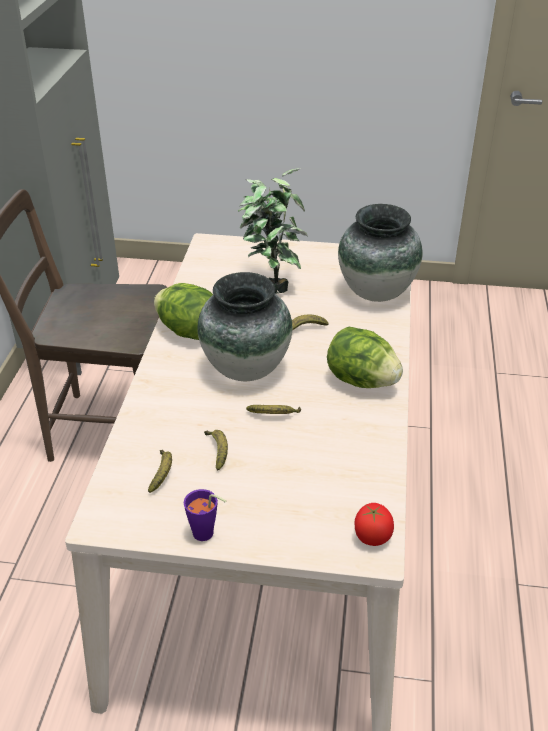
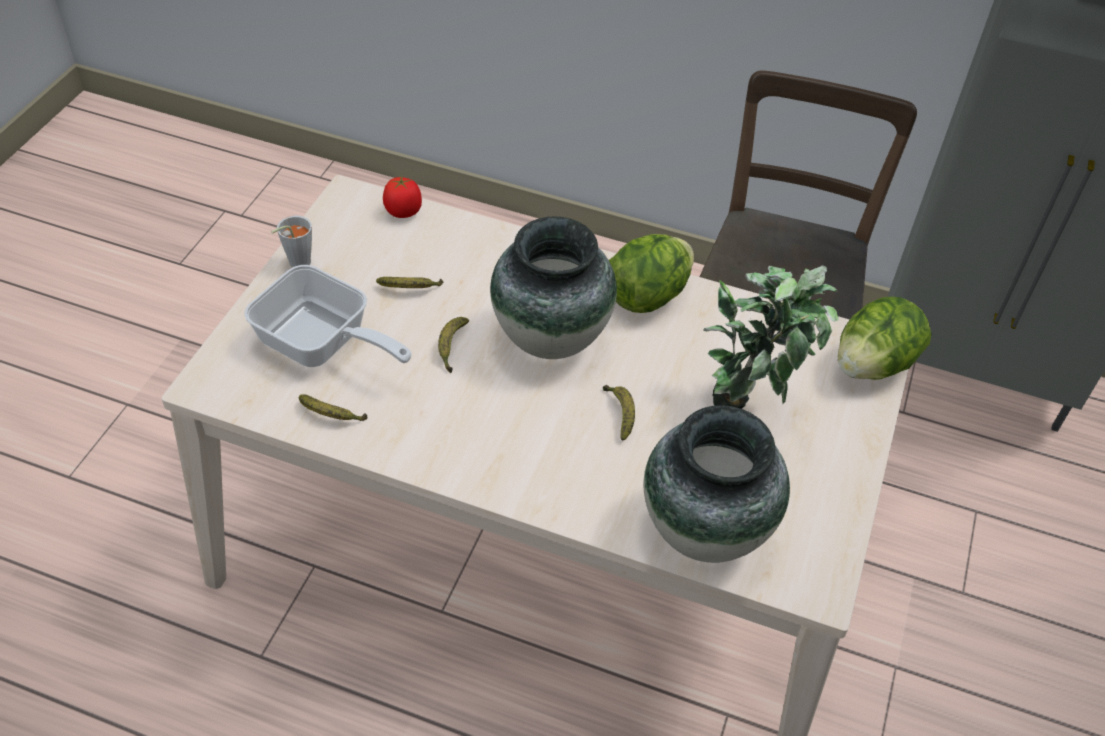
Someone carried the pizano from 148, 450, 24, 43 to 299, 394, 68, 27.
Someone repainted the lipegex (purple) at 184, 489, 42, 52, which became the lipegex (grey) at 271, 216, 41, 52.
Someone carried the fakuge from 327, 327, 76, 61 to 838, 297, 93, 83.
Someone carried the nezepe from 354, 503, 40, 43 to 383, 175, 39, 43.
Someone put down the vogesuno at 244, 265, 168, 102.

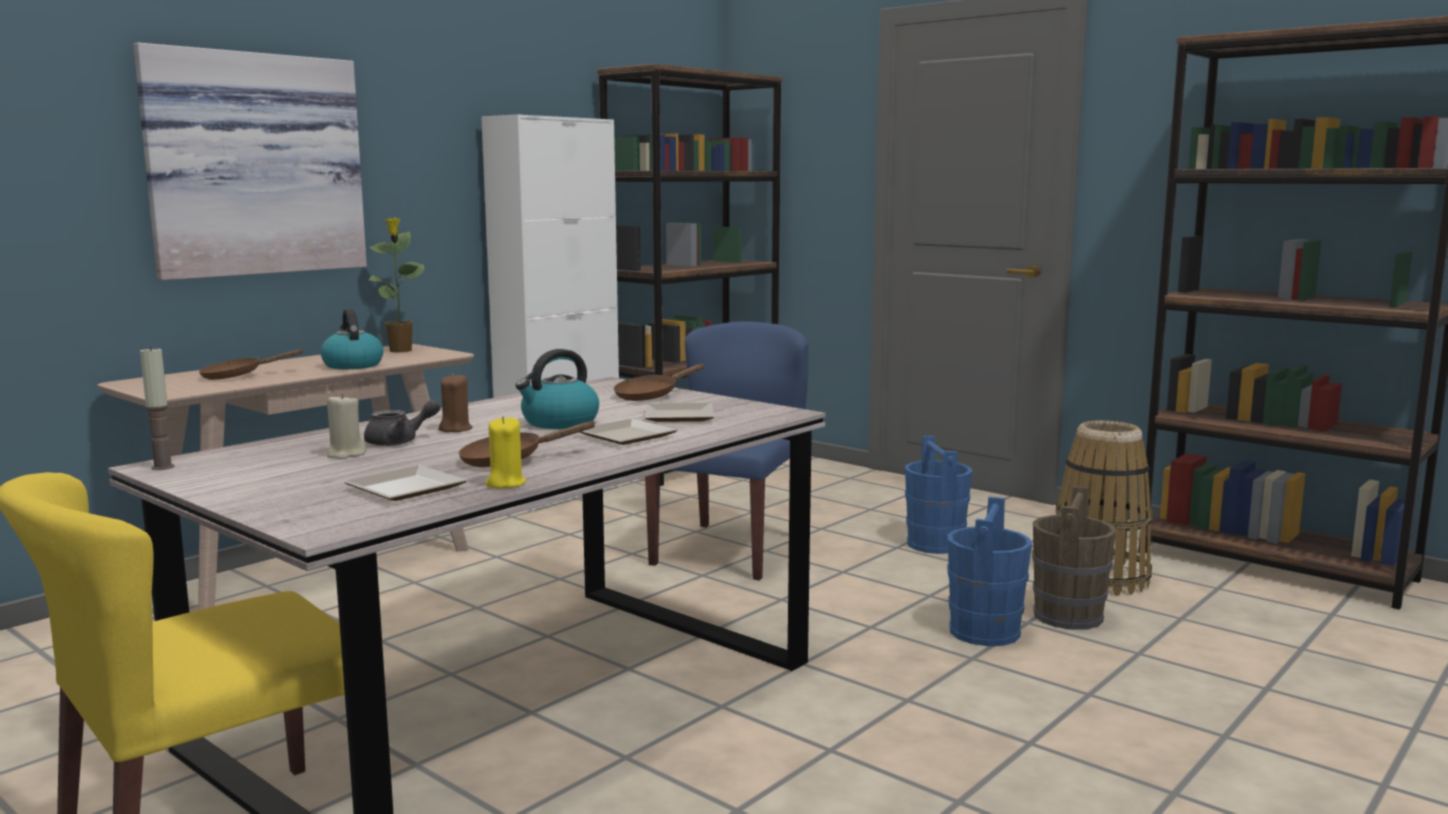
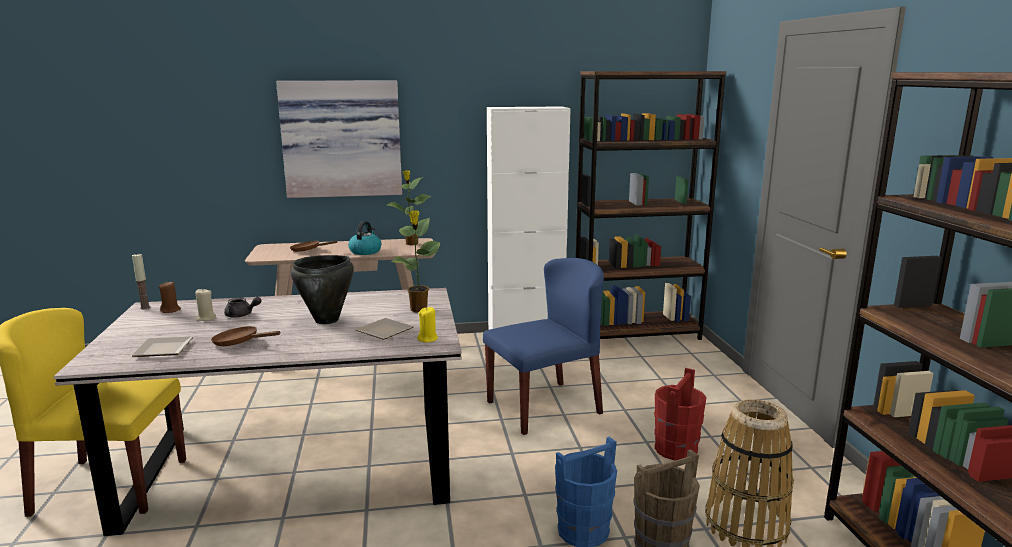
Someone carried the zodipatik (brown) from 438, 373, 35, 59 to 159, 281, 22, 32.
Someone carried the zodipatik (yellow) from 486, 416, 40, 73 to 417, 307, 21, 36.
Someone swapped the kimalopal at 515, 349, 84, 80 for the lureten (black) at 291, 255, 63, 69.
Someone took away the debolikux at 580, 419, 97, 26.
Someone swapped the vogesuno (brown) at 614, 364, 90, 37 for the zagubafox at 391, 210, 49, 102.
Someone repainted the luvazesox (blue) at 905, 436, 68, 118, which became the luvazesox (red) at 654, 368, 53, 92.

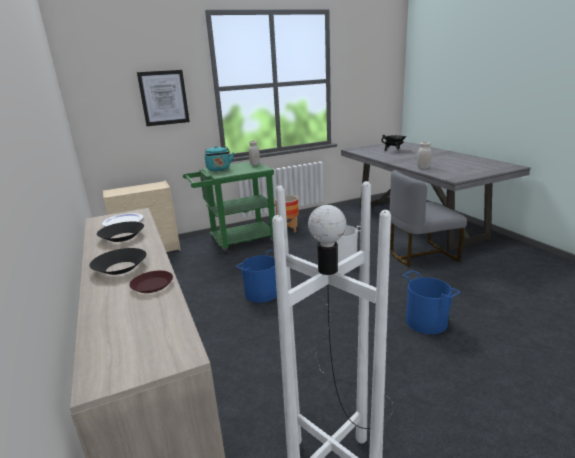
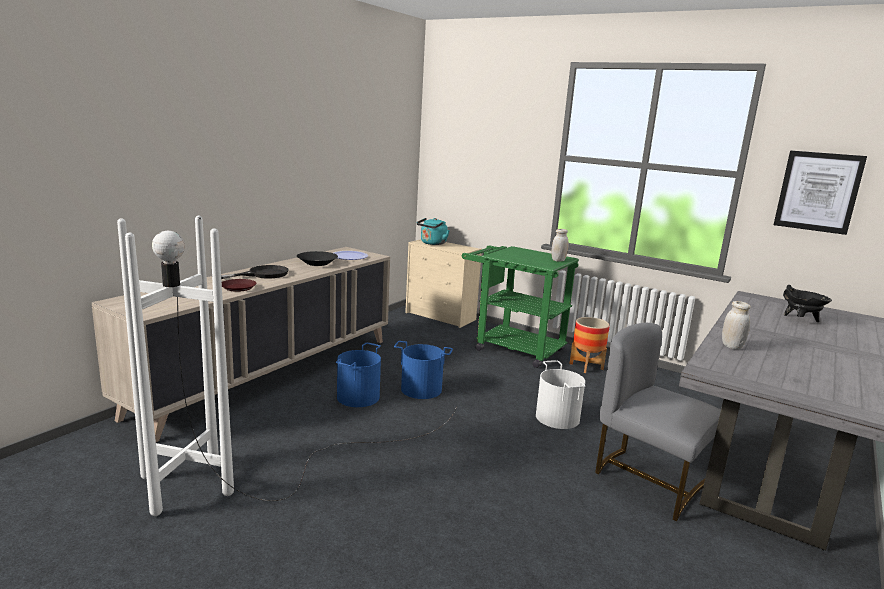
Someone swapped the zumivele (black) at 90, 248, 56, 27 for the vogesuno (black) at 221, 265, 68, 14.
Someone carried the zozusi from 137, 70, 53, 56 to 774, 150, 93, 85.
Someone carried the kimalopal (turquoise) from 205, 146, 29, 25 to 417, 218, 33, 27.
Someone carried the luvazesox (blue) from 402, 270, 58, 64 to 336, 343, 45, 64.

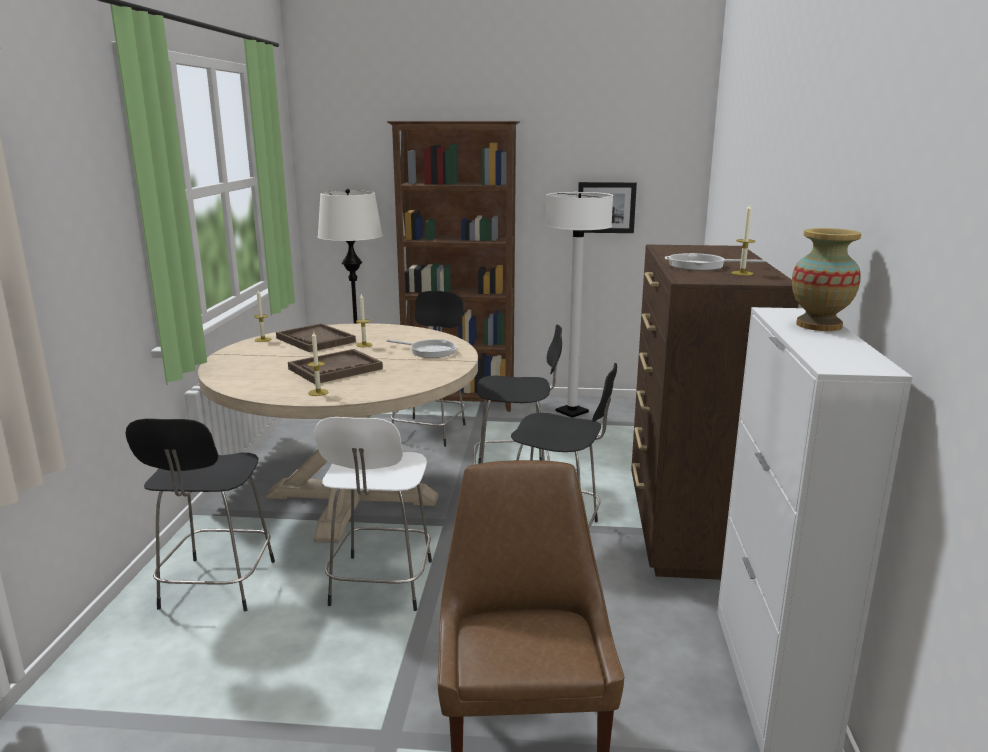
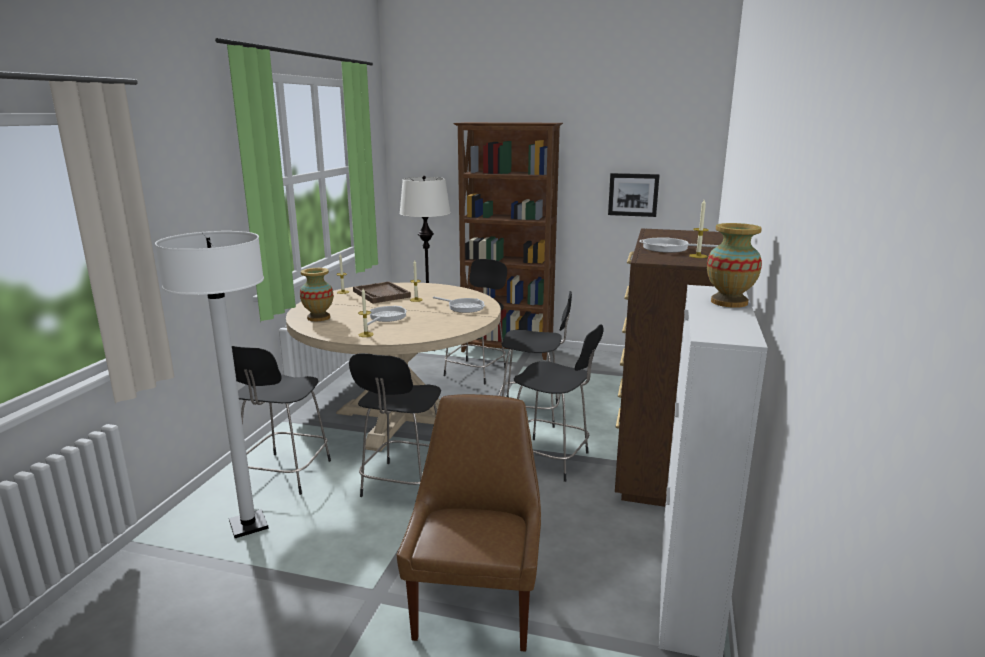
Someone swapped the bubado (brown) at 288, 349, 95, 35 for the vogesuno at 363, 306, 43, 20.
Someone repainted the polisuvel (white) at 315, 417, 117, 194, which became the polisuvel (black) at 349, 353, 92, 144.
Someone carried the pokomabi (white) from 546, 192, 67, 226 to 155, 231, 114, 307.
Someone put down the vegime at 300, 268, 33, 53.

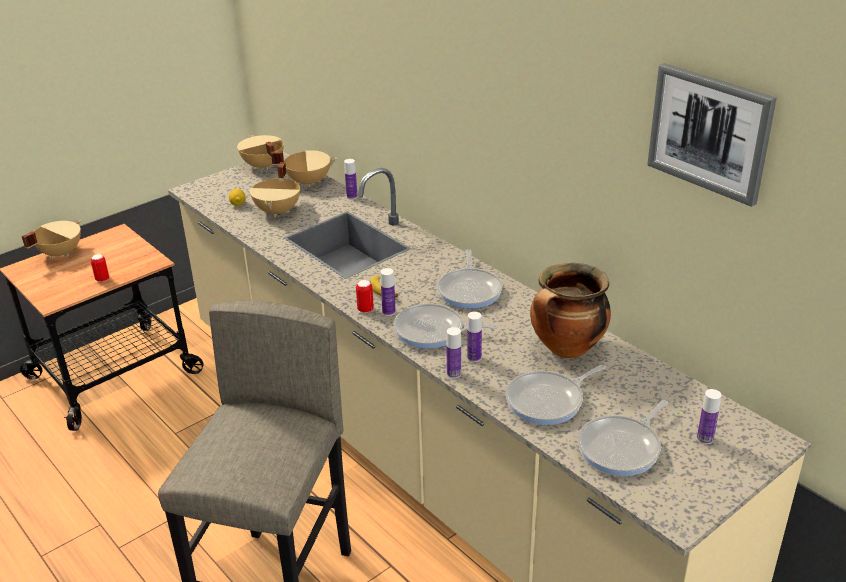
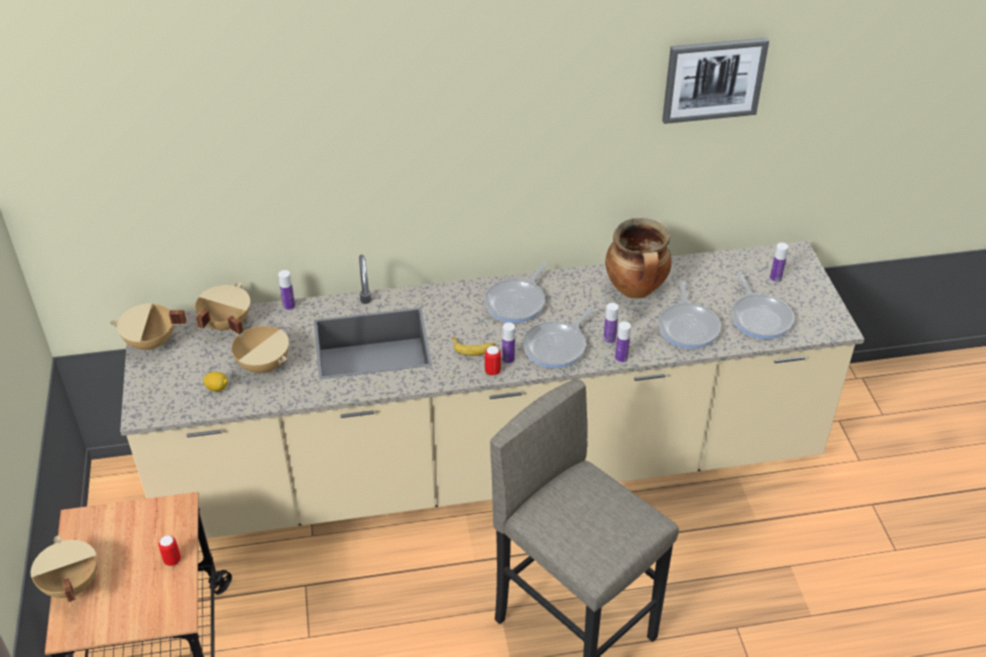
Someone rotated the vogesuno at 437, 249, 65, 60 by 90 degrees clockwise.

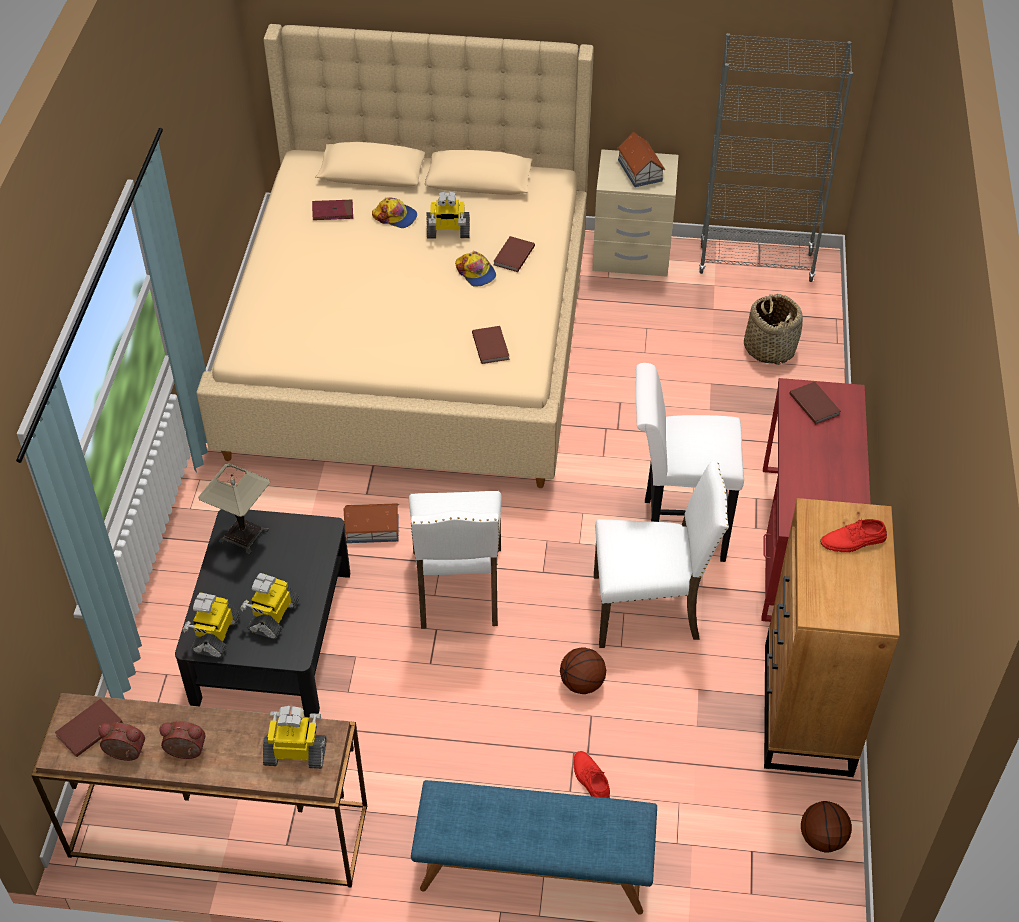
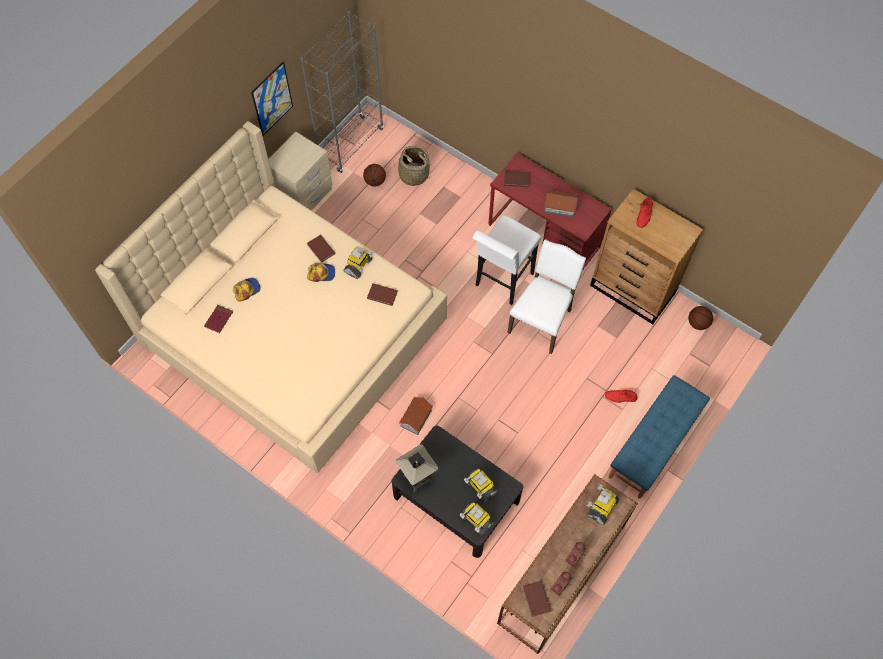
Someone took away the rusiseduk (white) at 409, 491, 93, 138.
Someone carried the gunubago from 427, 191, 43, 47 to 343, 246, 30, 33.
Someone carried the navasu from 560, 647, 46, 47 to 363, 164, 23, 23.
Someone carried the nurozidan from 617, 132, 48, 55 to 544, 190, 35, 27.
Someone put up the zozusi at 251, 62, 42, 74.

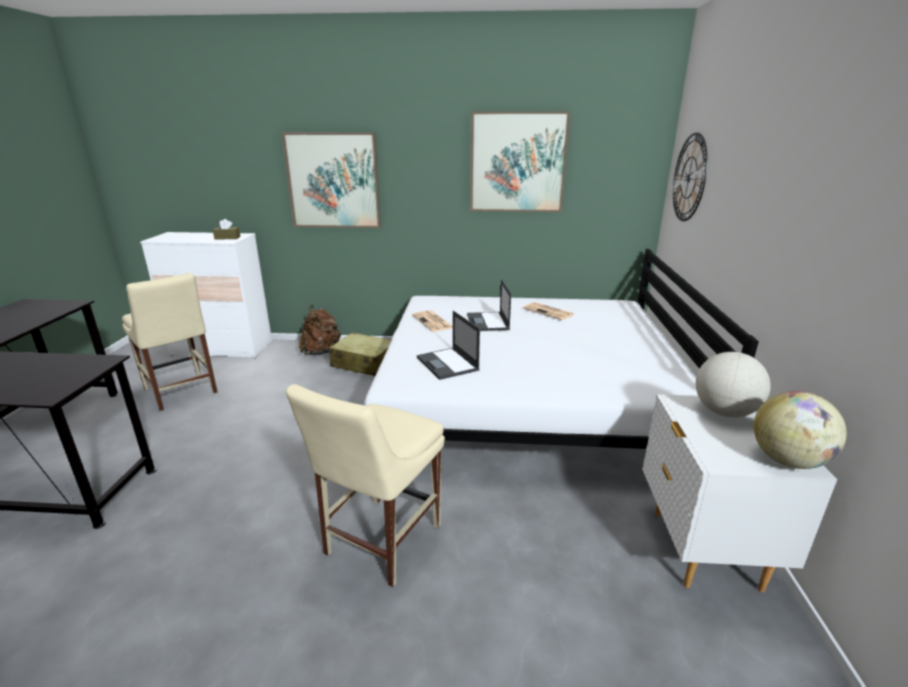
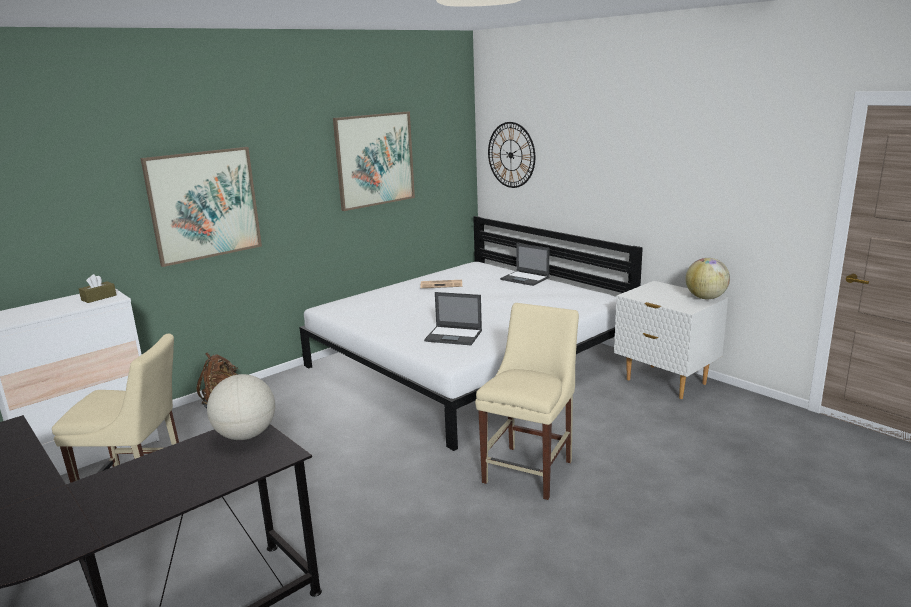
Someone rotated the rusiseduk (beige) at 286, 384, 159, 203 by 135 degrees counterclockwise.
Someone took away the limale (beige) at 329, 332, 62, 44.
Someone took away the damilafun at 412, 310, 41, 22.
Someone carried the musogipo from 467, 280, 44, 51 to 500, 243, 49, 43.
Someone carried the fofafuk from 696, 352, 75, 66 to 207, 374, 68, 66.

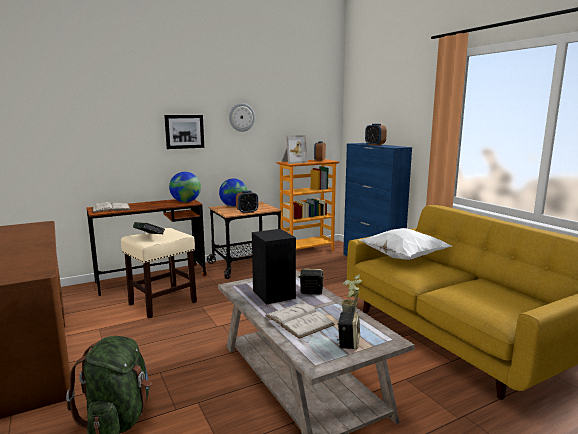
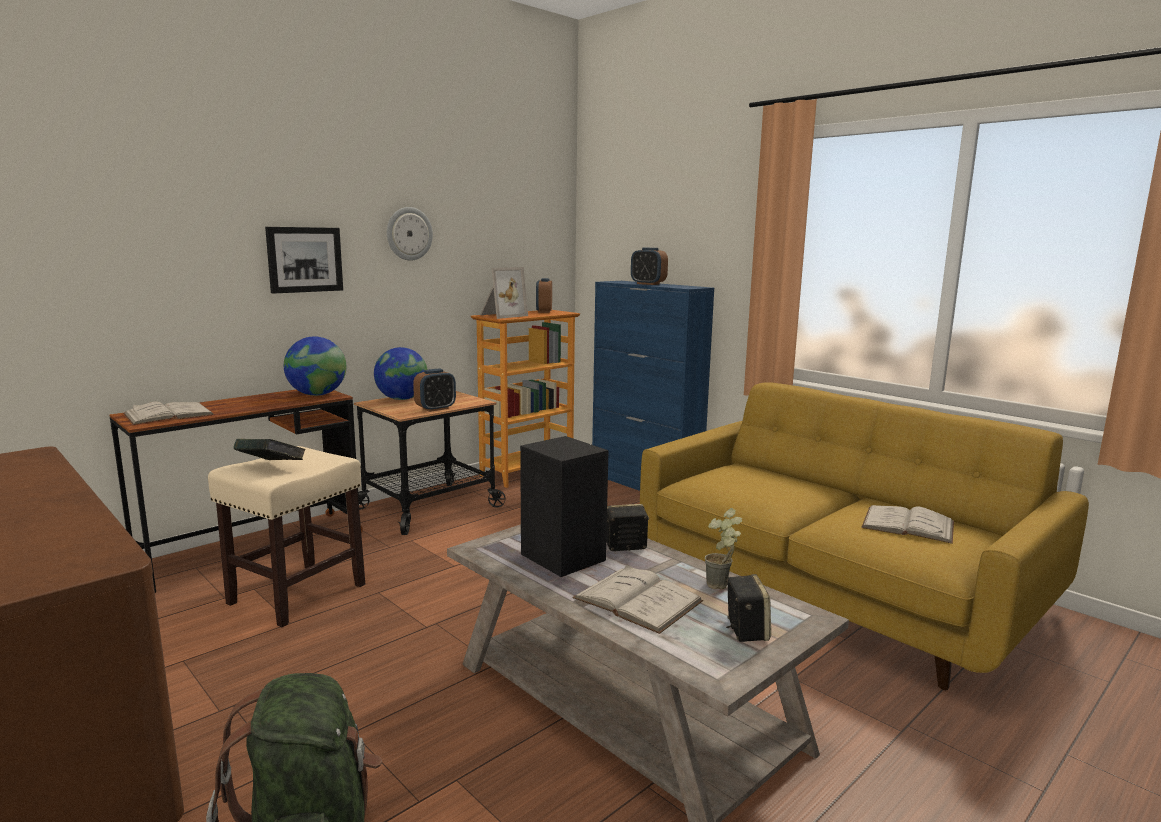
Someone took away the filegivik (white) at 360, 228, 91, 32.
Someone put down the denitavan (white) at 861, 505, 93, 39.

